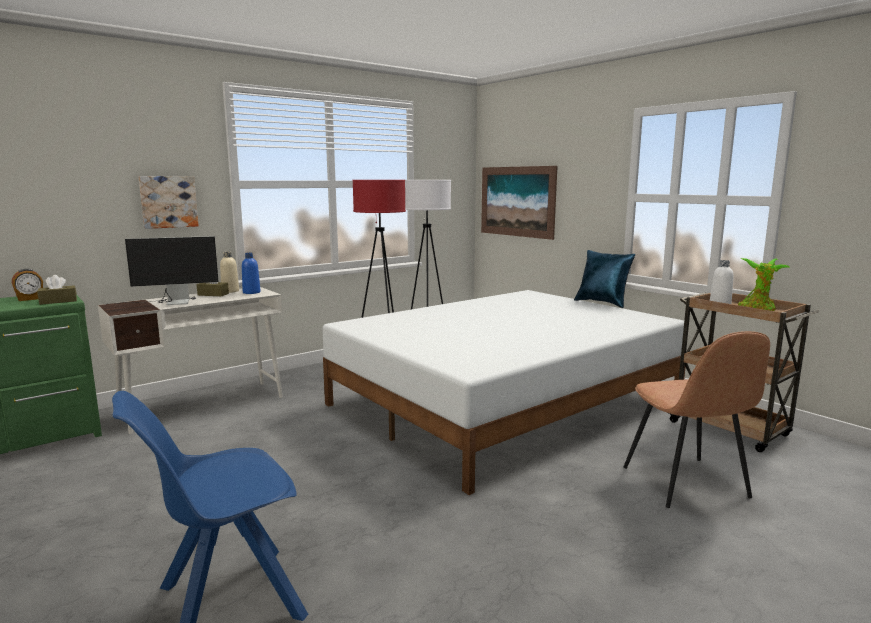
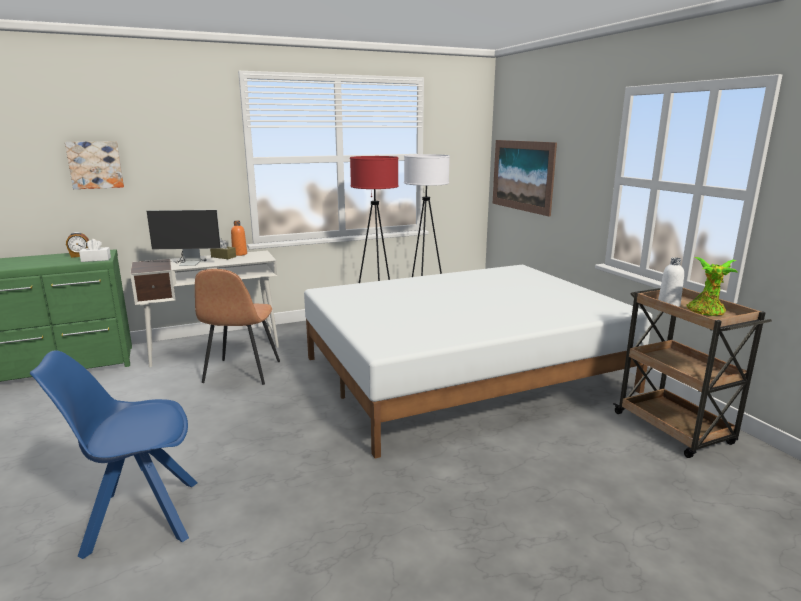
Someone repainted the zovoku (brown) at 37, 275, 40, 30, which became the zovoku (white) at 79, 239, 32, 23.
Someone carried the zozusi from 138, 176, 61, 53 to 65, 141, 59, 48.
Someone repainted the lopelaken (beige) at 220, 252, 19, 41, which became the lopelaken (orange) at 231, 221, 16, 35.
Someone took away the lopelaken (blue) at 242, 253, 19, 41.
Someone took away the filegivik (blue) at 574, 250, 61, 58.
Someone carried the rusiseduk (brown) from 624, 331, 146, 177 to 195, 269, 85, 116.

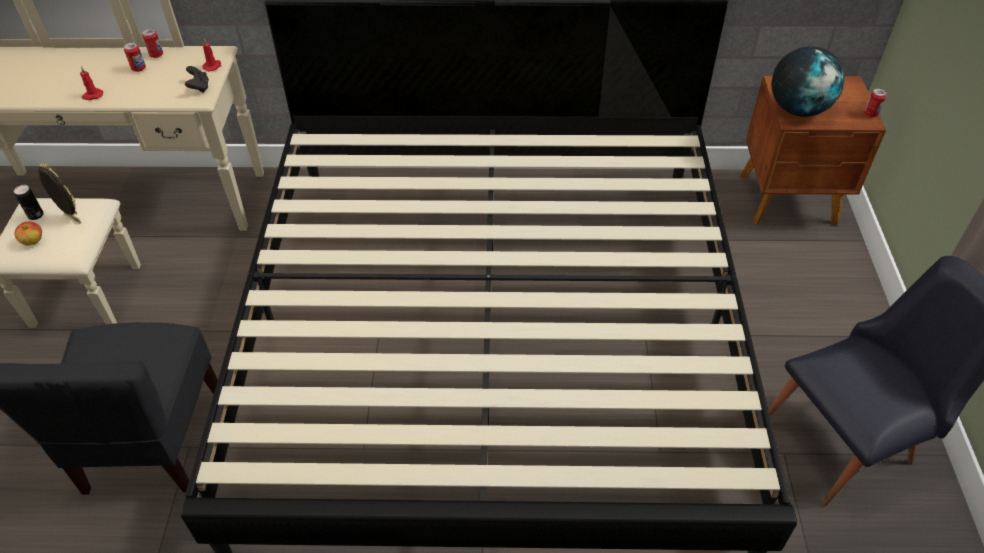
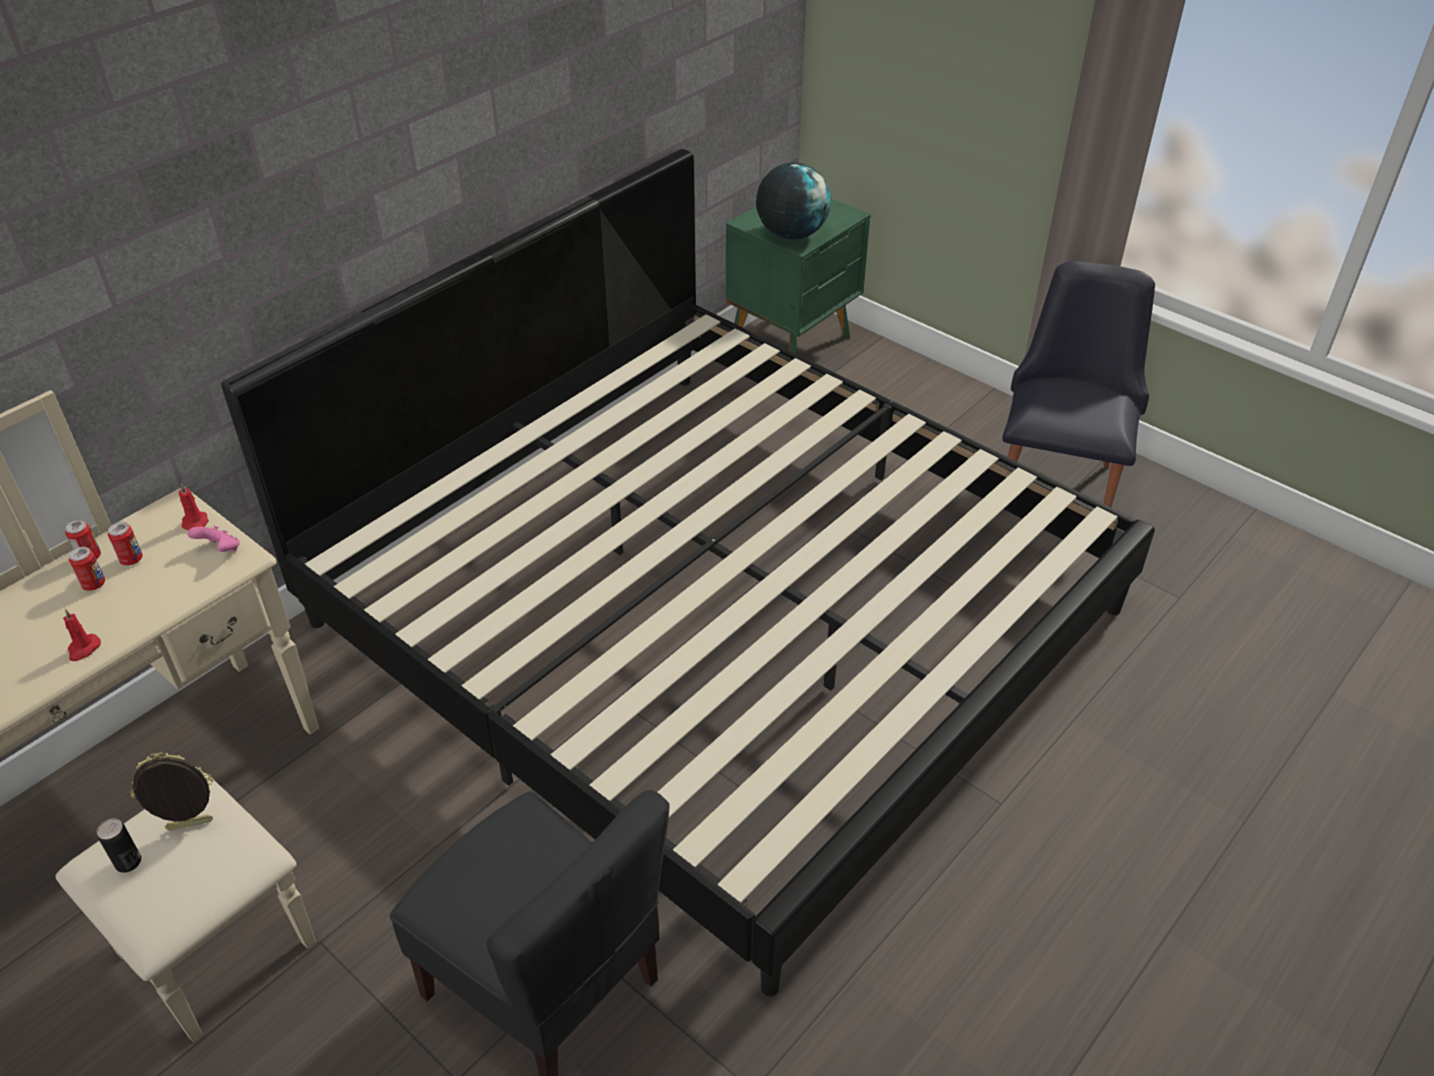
Someone took away the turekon at 15, 222, 27, 23.
Someone repainted the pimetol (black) at 185, 66, 24, 27, which became the pimetol (pink) at 187, 525, 53, 27.
Someone repainted the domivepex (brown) at 740, 76, 146, 149, which became the domivepex (green) at 726, 198, 145, 155.
Someone carried the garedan from 864, 89, 22, 28 to 108, 522, 35, 44.

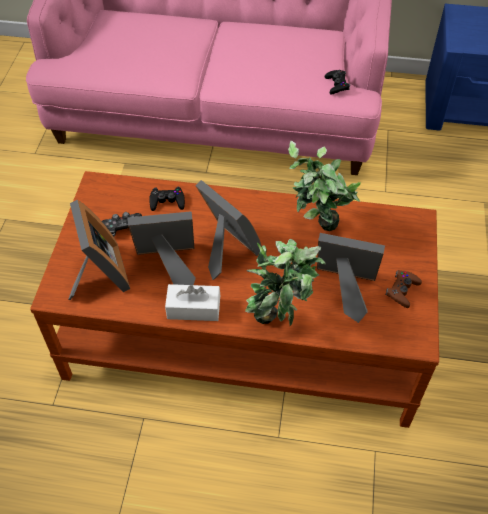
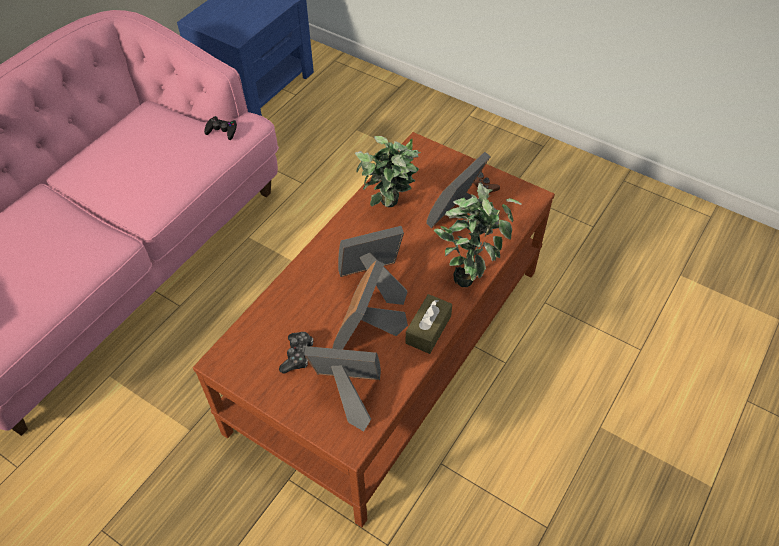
Someone took away the pimetol (black) at 149, 187, 36, 24.
Someone repainted the zovoku (white) at 165, 284, 55, 37, which became the zovoku (brown) at 406, 294, 46, 60.

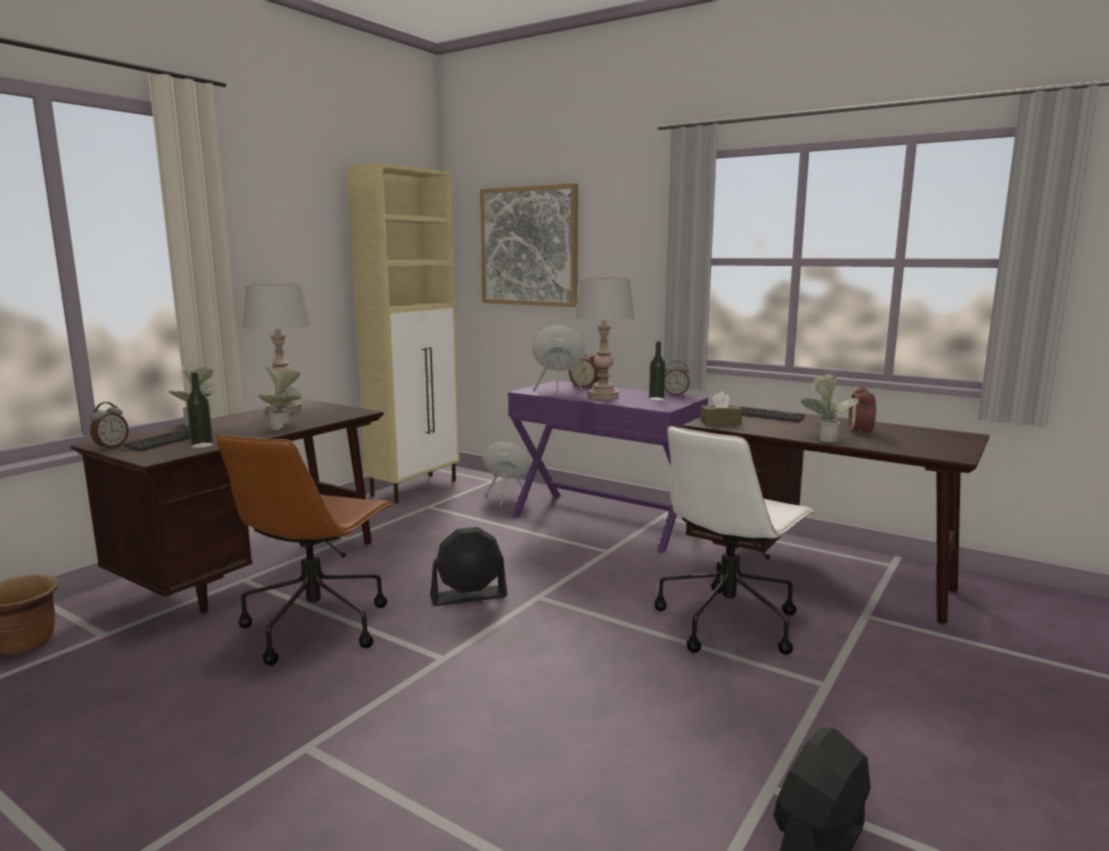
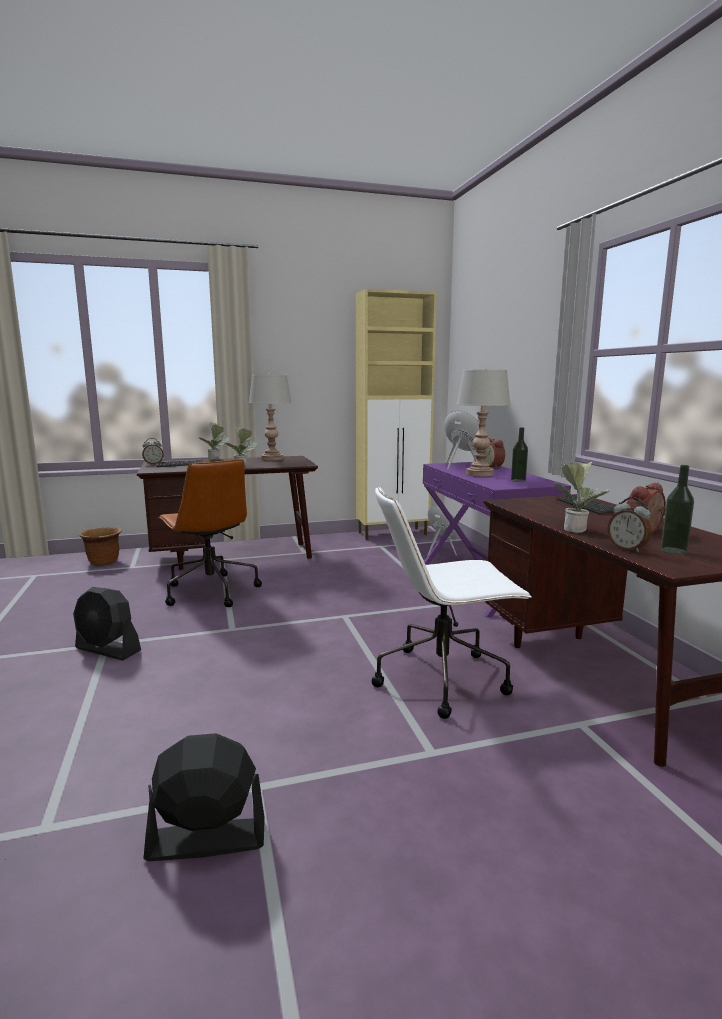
Someone carried the lopelaken from 186, 372, 27, 76 to 661, 465, 33, 89.
Someone rotated the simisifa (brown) at 217, 434, 176, 231 by 90 degrees counterclockwise.
Someone carried the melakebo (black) from 430, 527, 77, 79 to 73, 587, 68, 73.
Someone took away the zozusi at 480, 183, 98, 124.
Someone carried the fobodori from 665, 361, 25, 35 to 608, 497, 44, 55.
Someone took away the zovoku (brown) at 700, 392, 43, 33.

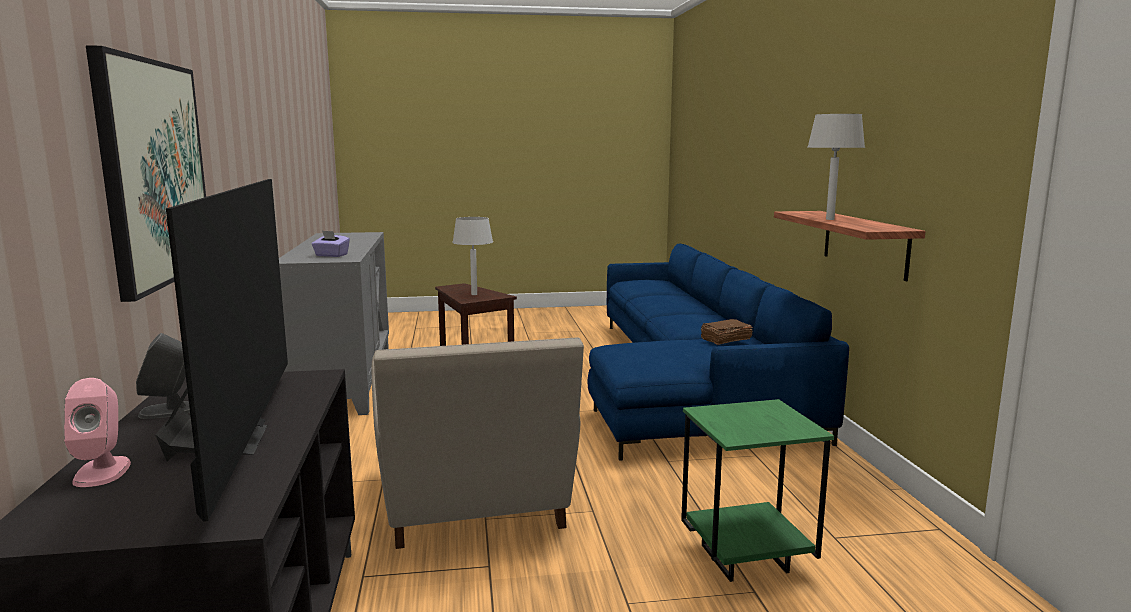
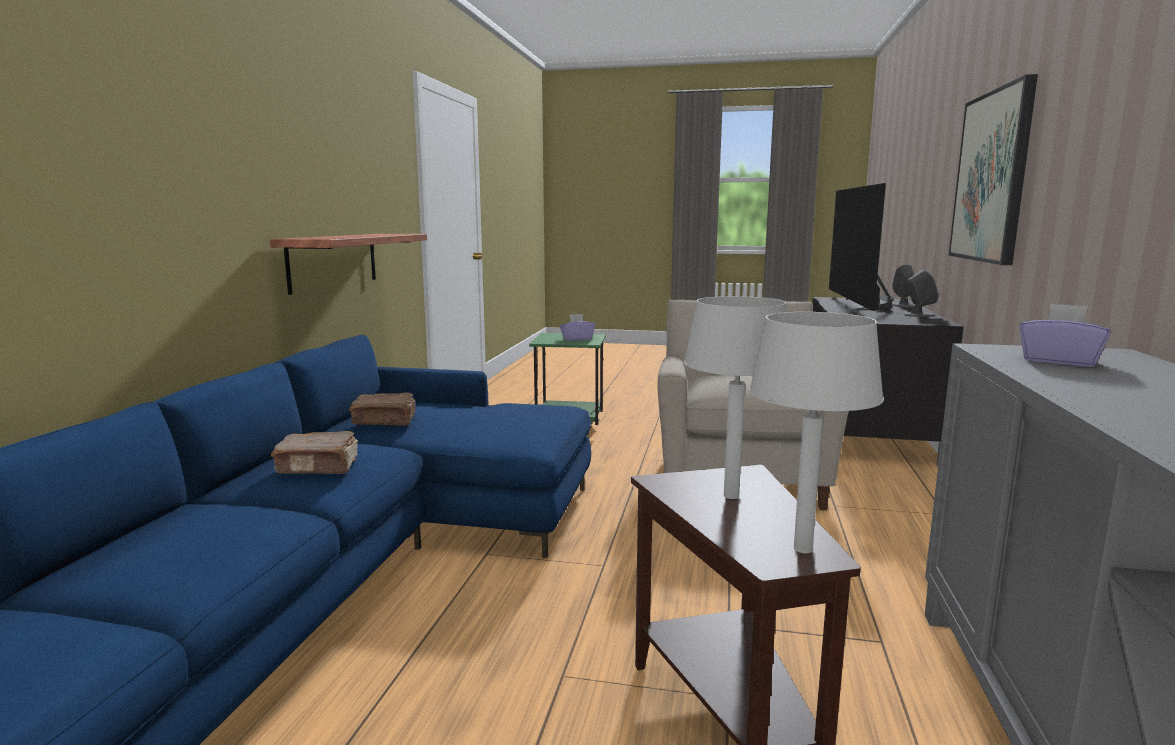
Someone repainted the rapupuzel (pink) at 64, 378, 67, 109, which became the rapupuzel (grey) at 891, 265, 23, 42.
Someone carried the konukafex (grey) from 807, 114, 58, 106 to 749, 312, 135, 241.
Someone put down the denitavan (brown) at 271, 431, 87, 43.
Someone put down the zovoku (purple) at 560, 314, 35, 27.

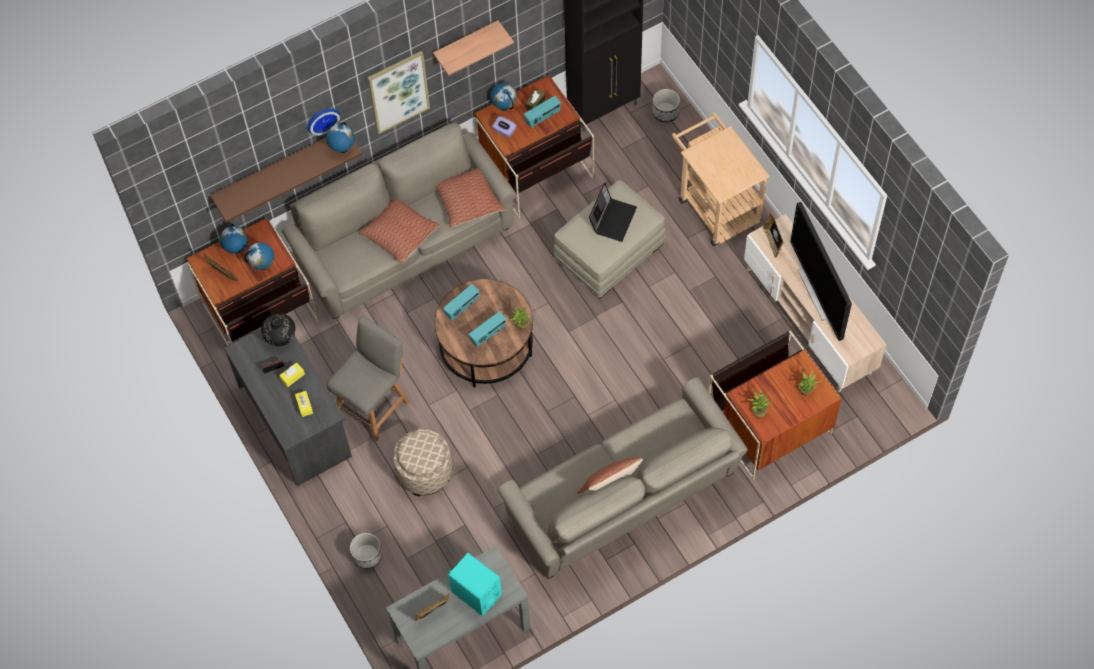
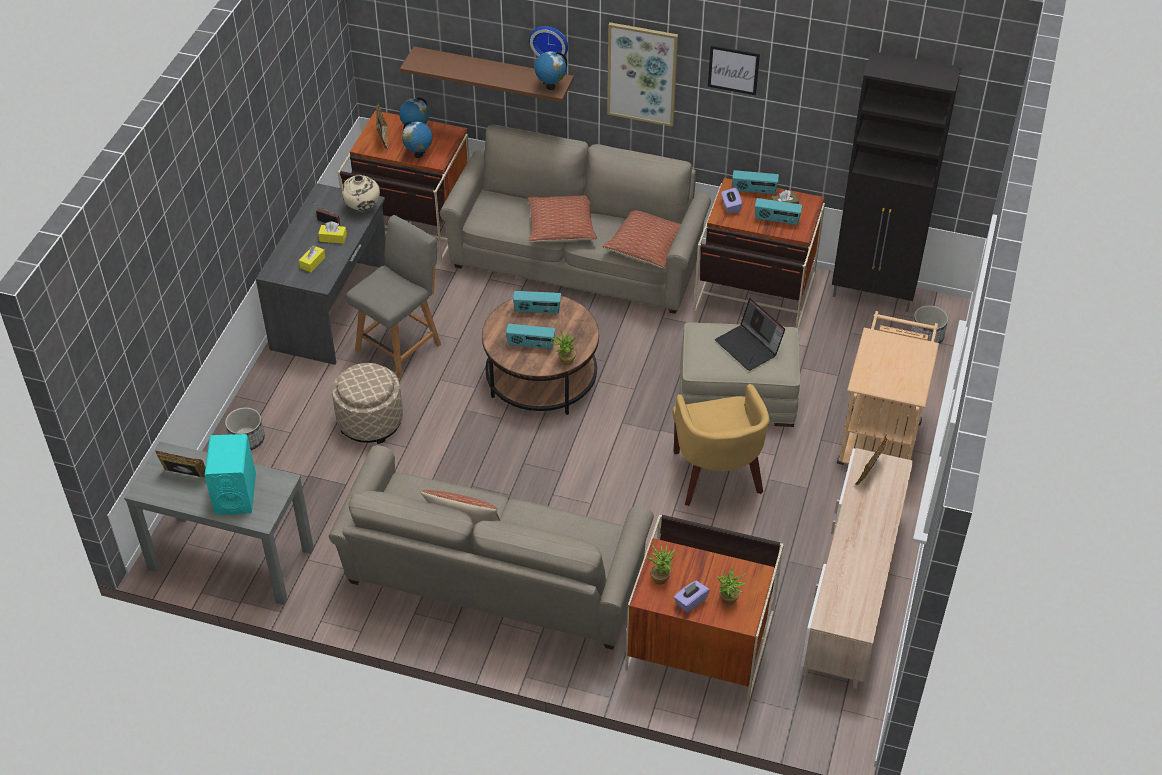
Someone repainted the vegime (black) at 261, 314, 35, 32, which became the vegime (beige) at 342, 175, 38, 37.
Someone rotated the rusiseduk (grey) at 326, 316, 83, 125 by 45 degrees counterclockwise.
Someone swapped the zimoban at 433, 20, 81, 56 for the zozusi at 708, 45, 52, 50.
Someone swapped the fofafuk at 490, 83, 27, 28 for the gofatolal at 733, 170, 46, 25.
Someone rotated the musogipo at 589, 183, 48, 59 by 75 degrees clockwise.
Someone took away the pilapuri at 790, 202, 62, 139.
Someone put down the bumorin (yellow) at 672, 384, 98, 122.
Someone put down the zovoku (purple) at 674, 580, 36, 33.

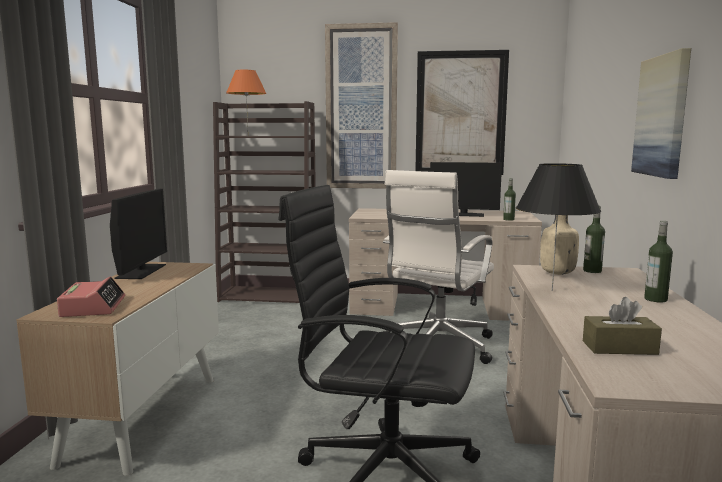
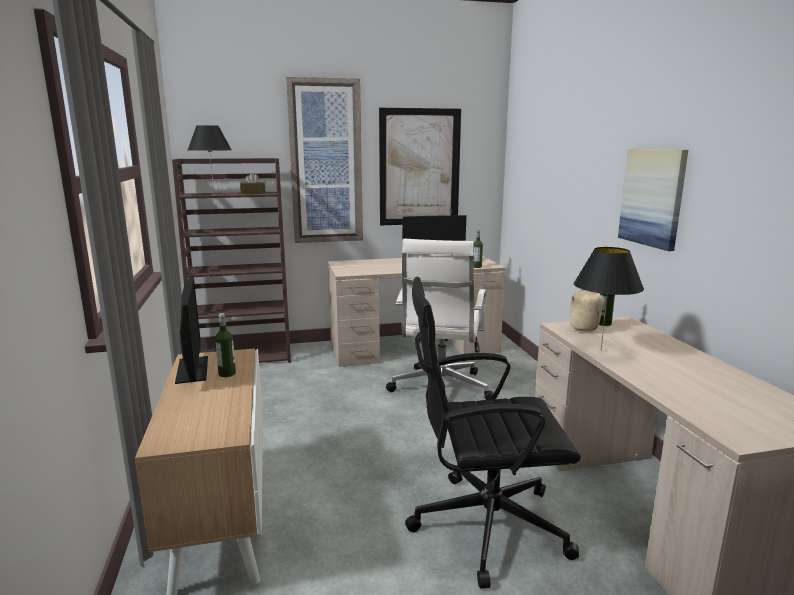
Someone took away the fobodori at 57, 277, 68, 40.
Someone repainted the konukafex (orange) at 226, 70, 41, 60, which became the konukafex (black) at 188, 125, 43, 69.
Someone carried the zovoku (brown) from 583, 297, 79, 58 to 240, 173, 26, 21.
Someone carried the lopelaken from 644, 221, 29, 82 to 215, 313, 21, 64.

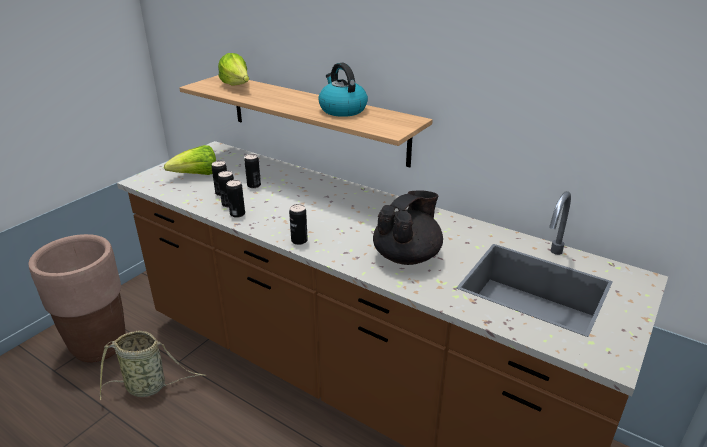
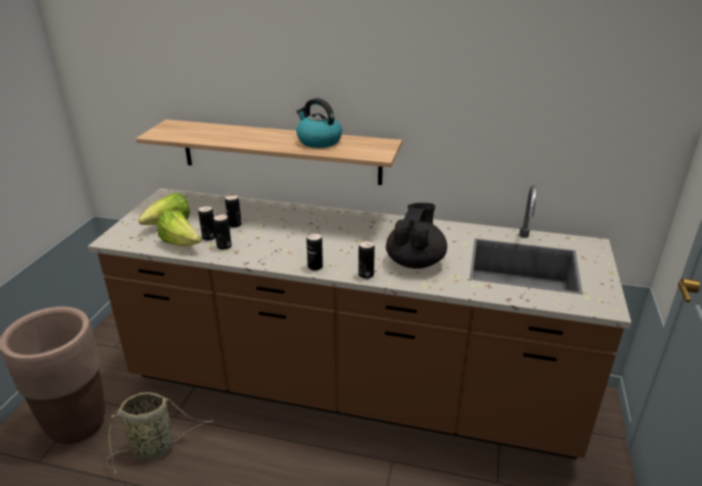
Someone carried the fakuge from 218, 53, 31, 33 to 157, 210, 44, 36.
Someone carried the garedan from 226, 180, 19, 38 to 358, 240, 17, 39.

